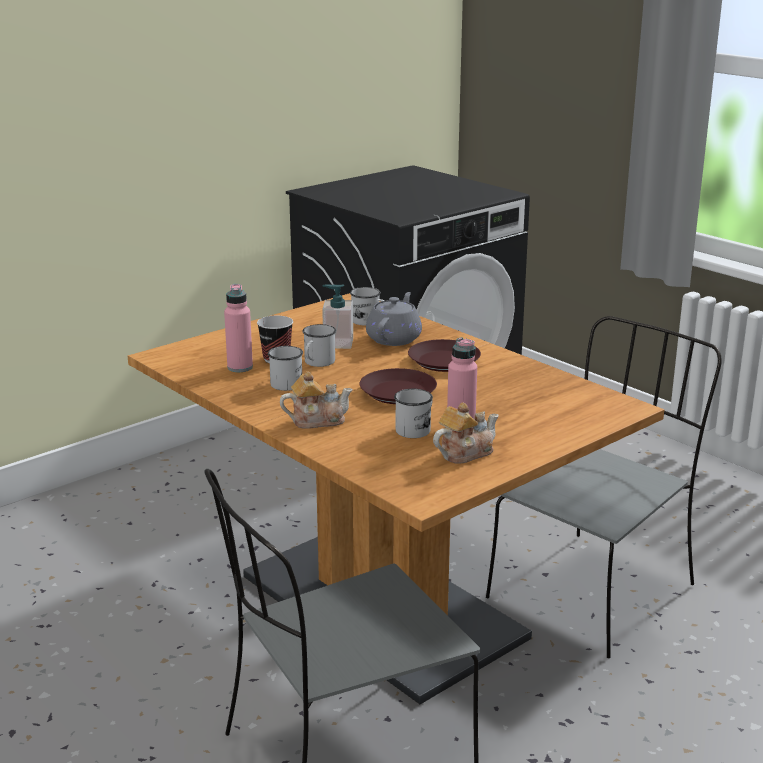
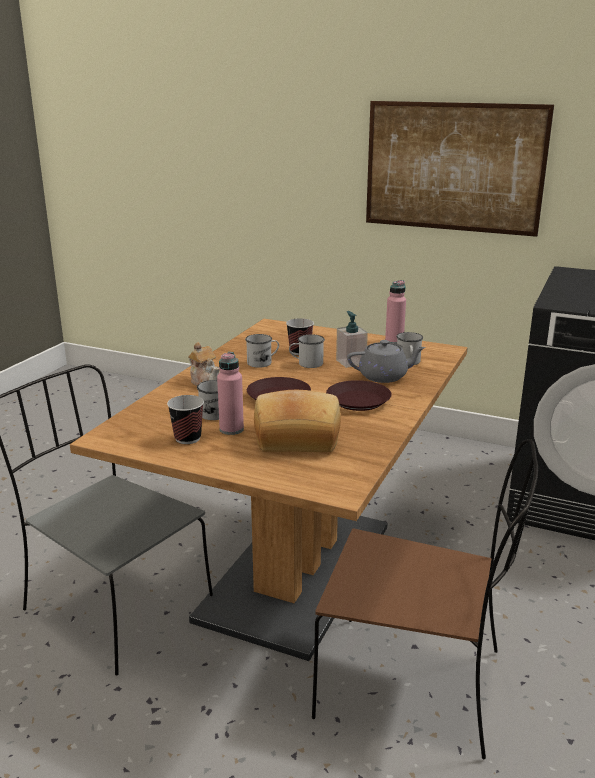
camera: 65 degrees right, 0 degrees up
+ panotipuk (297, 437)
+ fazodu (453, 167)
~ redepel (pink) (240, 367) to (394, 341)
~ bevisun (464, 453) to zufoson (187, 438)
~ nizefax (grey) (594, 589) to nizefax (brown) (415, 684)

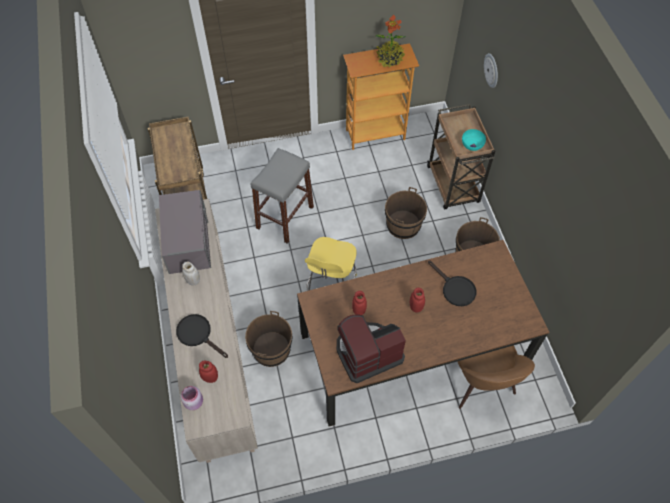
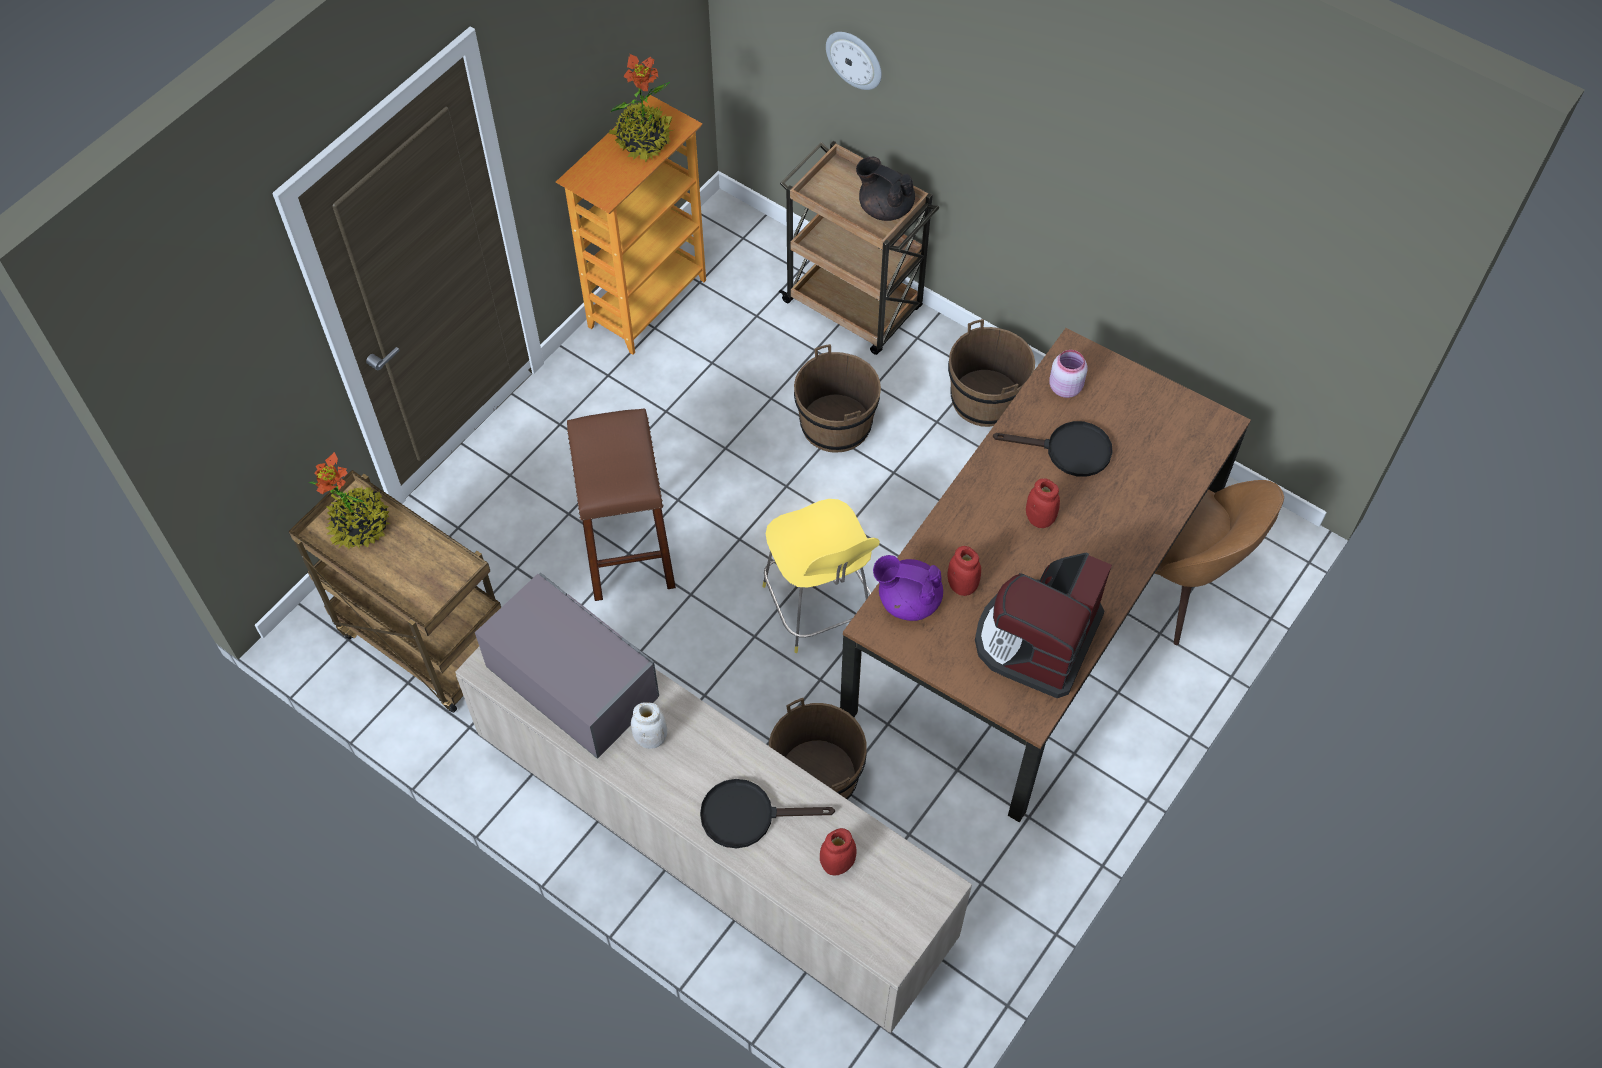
camera: 40 degrees left, 0 degrees up
+ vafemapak (360, 525)
+ bevisun (purple) (908, 600)
~ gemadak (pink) (194, 401) to (1065, 386)
~ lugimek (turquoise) (472, 145) to bevisun (black) (885, 208)
~ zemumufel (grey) (285, 217) to zemumufel (brown) (627, 547)

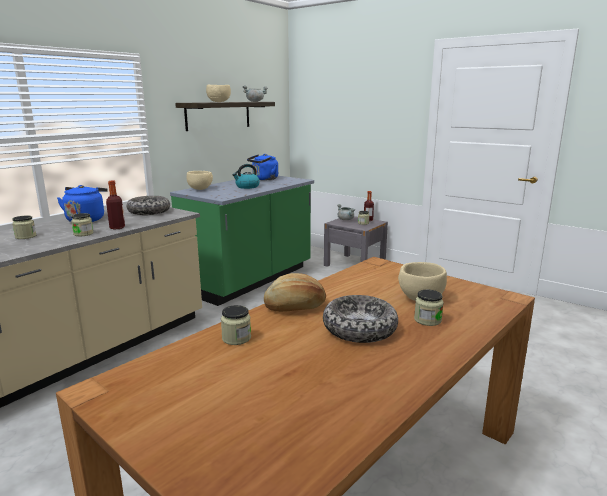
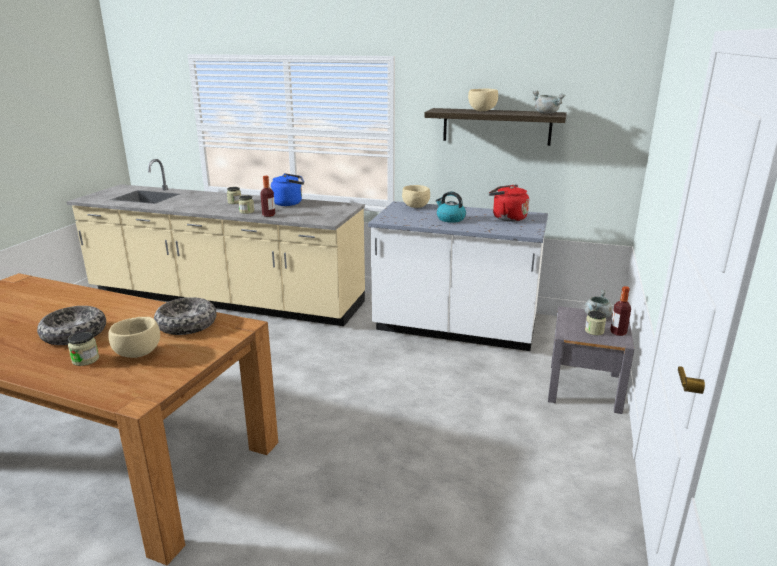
camera: 70 degrees right, 5 degrees up
- gemadak (236, 338)
- panotipuk (295, 307)
~ lugimek (149, 212) to (187, 324)
~ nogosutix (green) (250, 280) to nogosutix (white) (455, 329)
~ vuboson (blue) (264, 179) to vuboson (red) (507, 218)

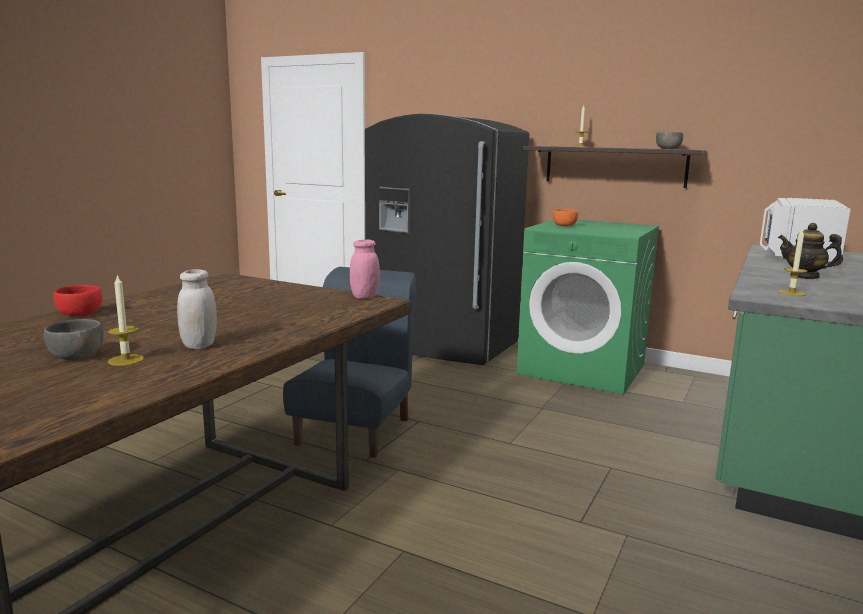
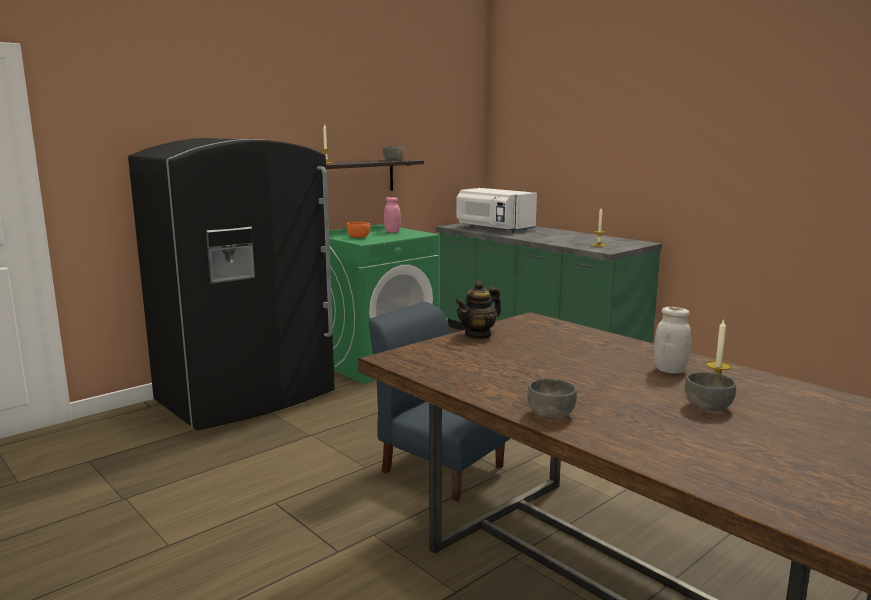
camera: 70 degrees left, 0 degrees up
~ gemadak (pink) (365, 296) to (392, 232)
~ bevisun (804, 276) to (478, 335)
~ lugimek (red) (81, 314) to lugimek (grey) (551, 414)

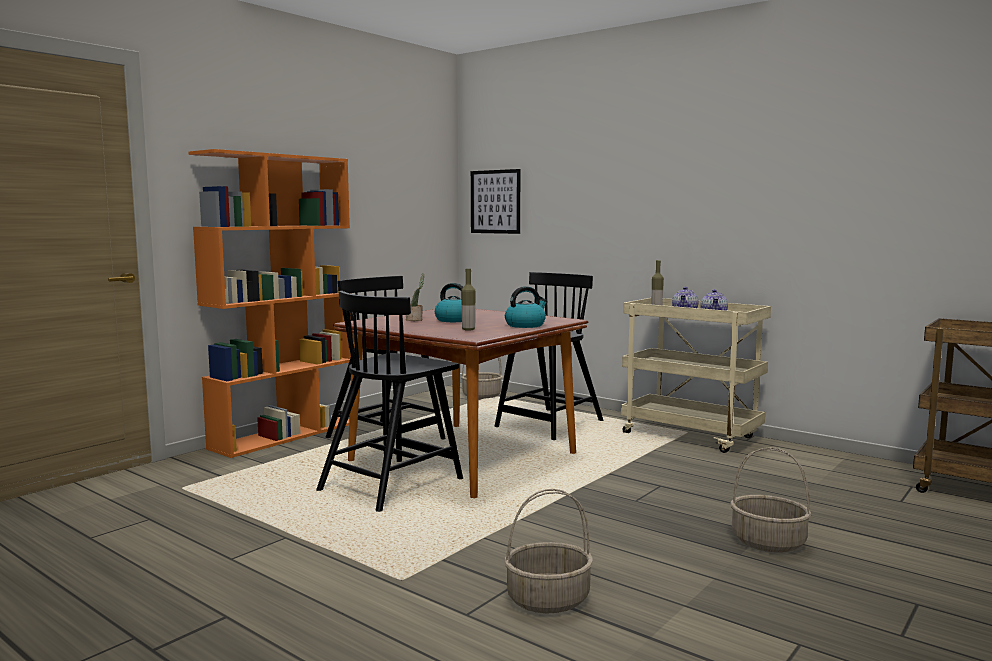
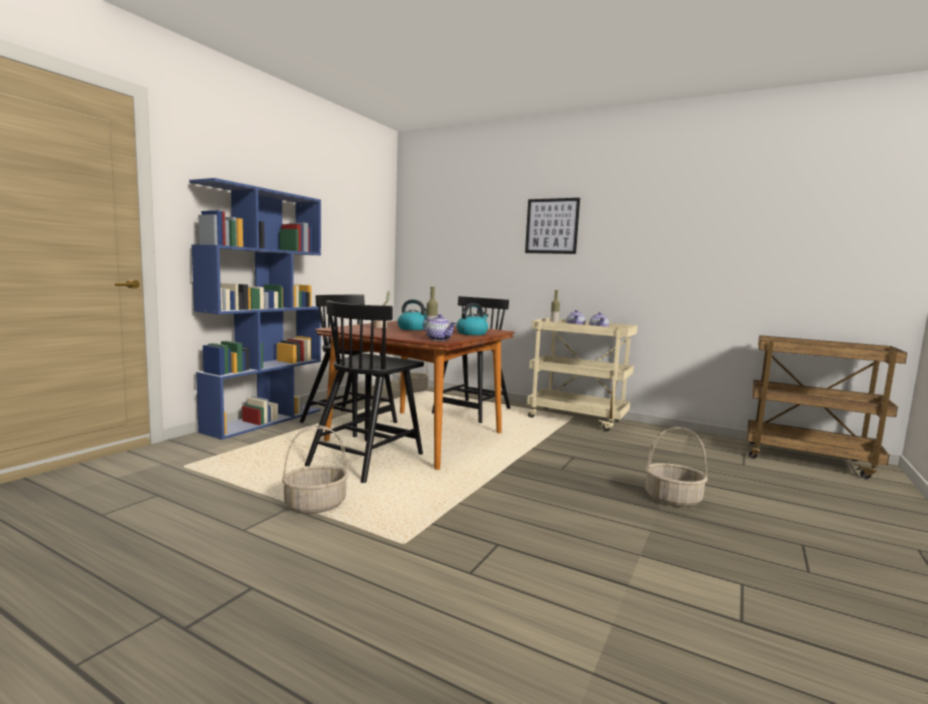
camera: 10 degrees left, 0 degrees up
+ bevisun (439, 339)
~ fazodu (495, 201) to (552, 226)
~ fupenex (548, 599) to (316, 505)
~ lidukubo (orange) (285, 435) to lidukubo (blue) (264, 420)

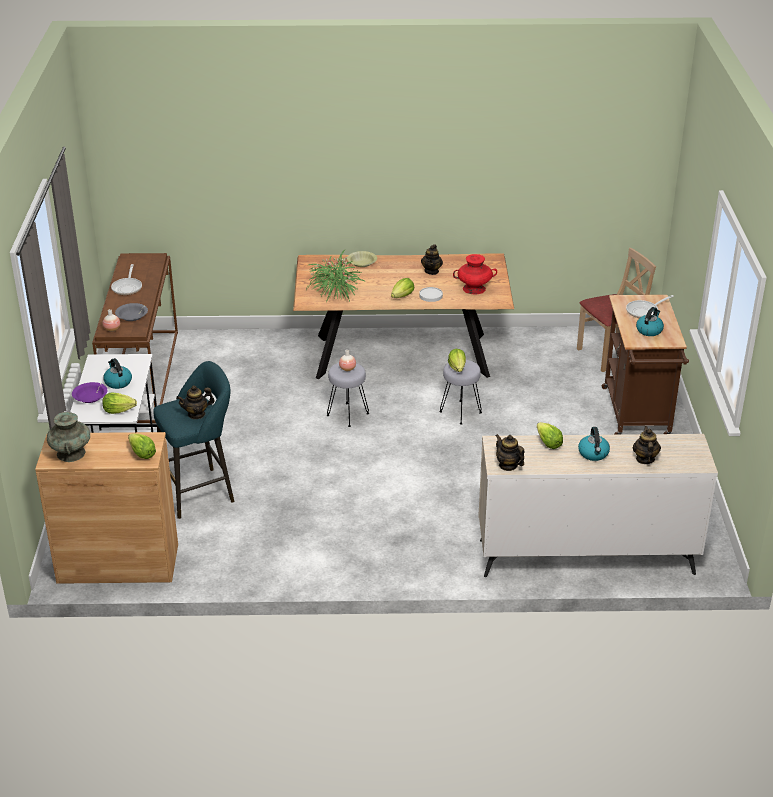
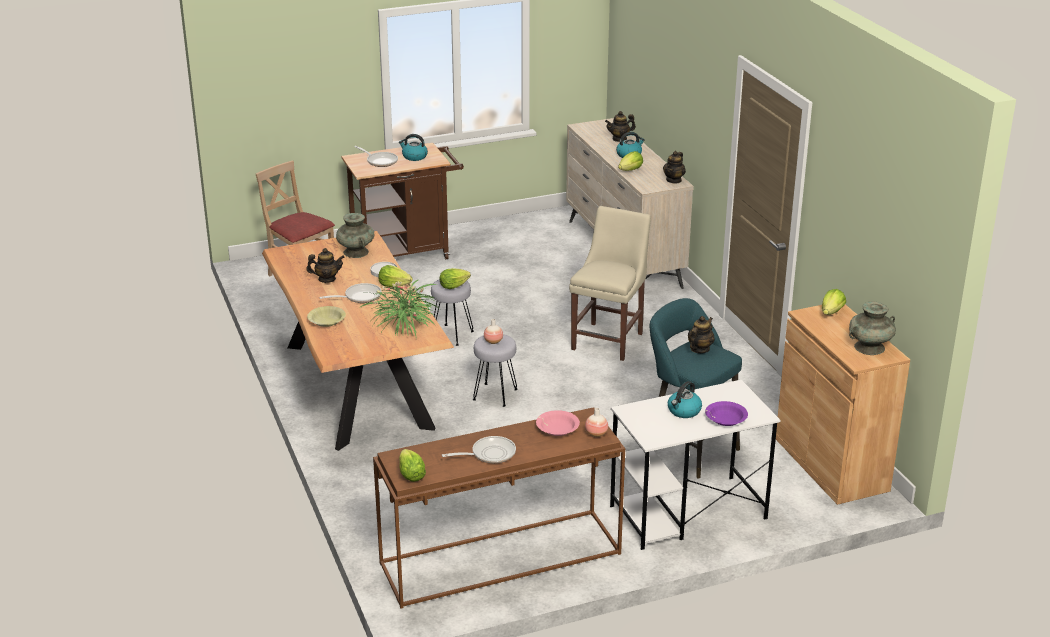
camera: 110 degrees left, 5 degrees down
+ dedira (359, 297)
+ nizefax (beige) (609, 339)
~ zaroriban (118, 410) to (411, 475)
~ lugimek (grey) (132, 316) to lugimek (pink) (557, 429)
~ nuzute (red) (474, 289) to nuzute (turquoise) (356, 252)
~ bevisun (196, 414) = (699, 349) 105 degrees counterclockwise

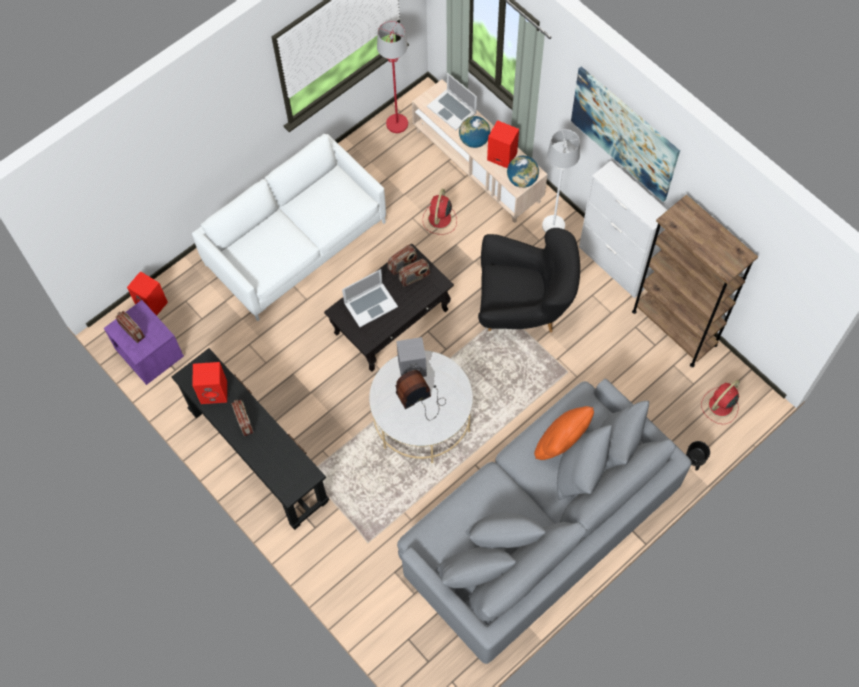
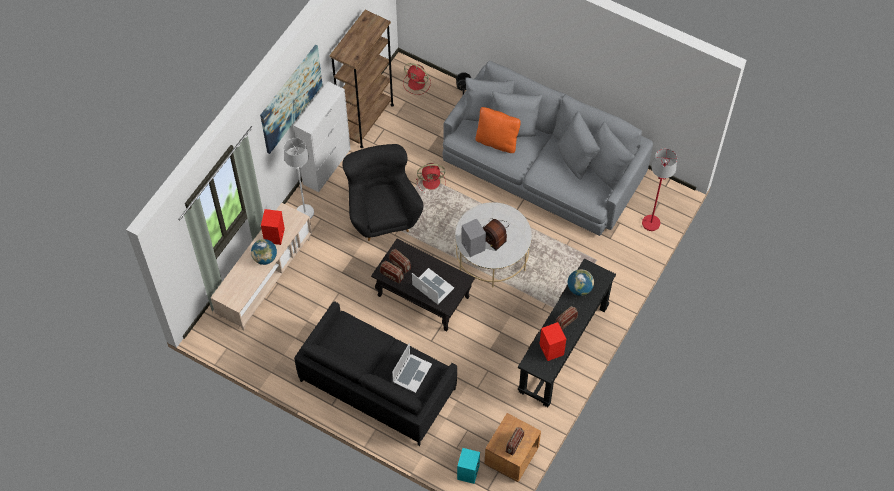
camera: 110 degrees left, 5 degrees down
~ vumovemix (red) (397, 124) to (651, 223)
~ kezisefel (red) (439, 219) to (432, 182)
~ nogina (452, 109) to (412, 373)
~ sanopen (522, 180) to (579, 288)
~ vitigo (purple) (149, 354) to vitigo (brown) (511, 456)
~ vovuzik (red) (153, 304) to vovuzik (turquoise) (467, 471)
~ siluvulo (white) (296, 244) to siluvulo (black) (377, 384)

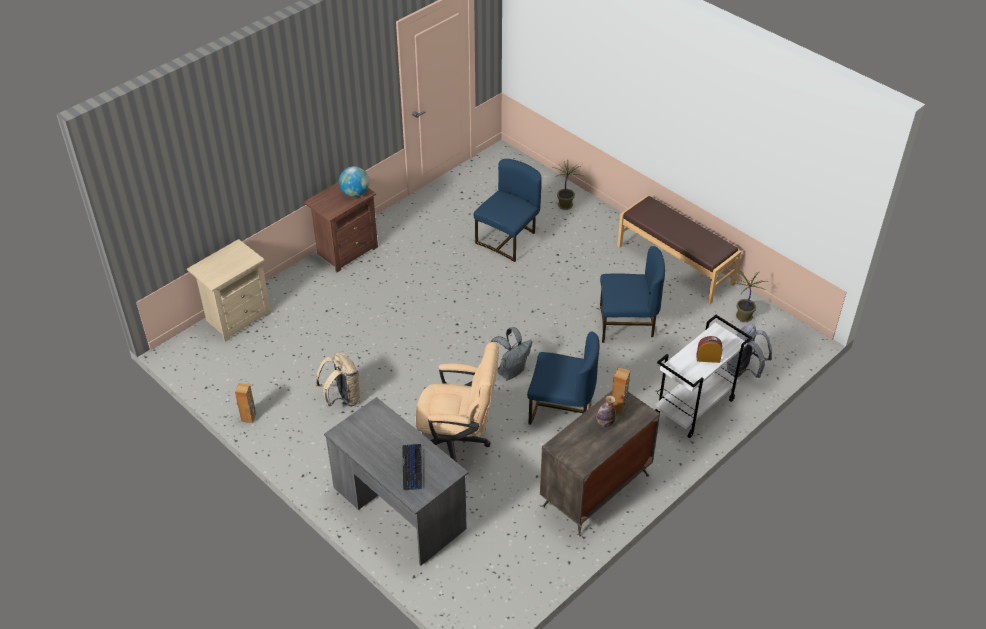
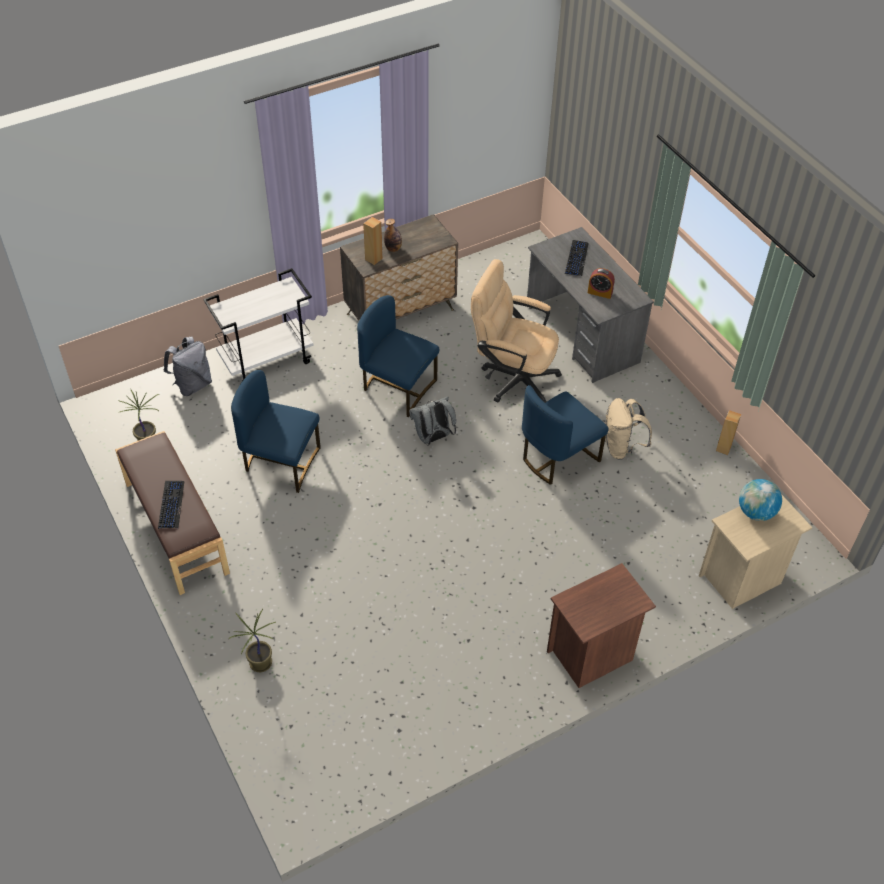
camera: 165 degrees left, 5 degrees up
+ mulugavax (171, 505)
~ sanopen (355, 193) to (756, 512)
~ nizefax (blue) (508, 239) to (558, 457)
~ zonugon (708, 358) to (600, 292)

